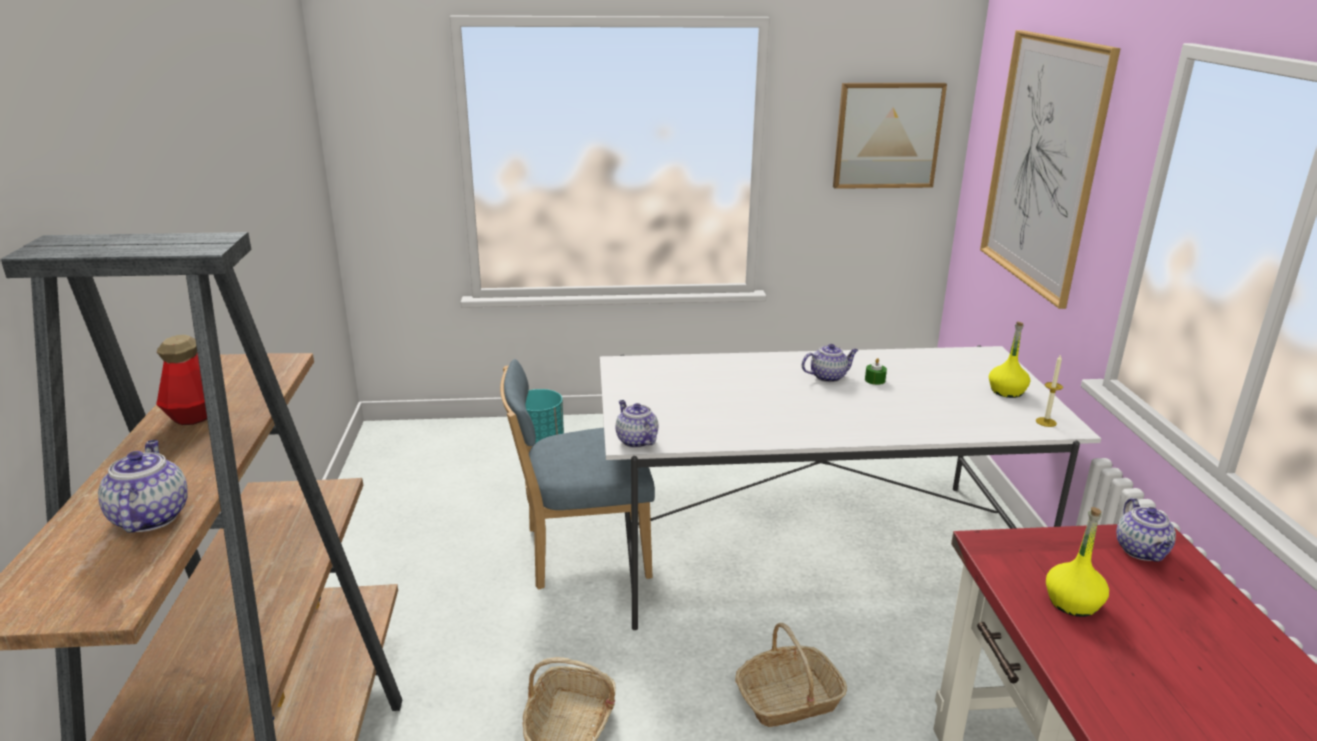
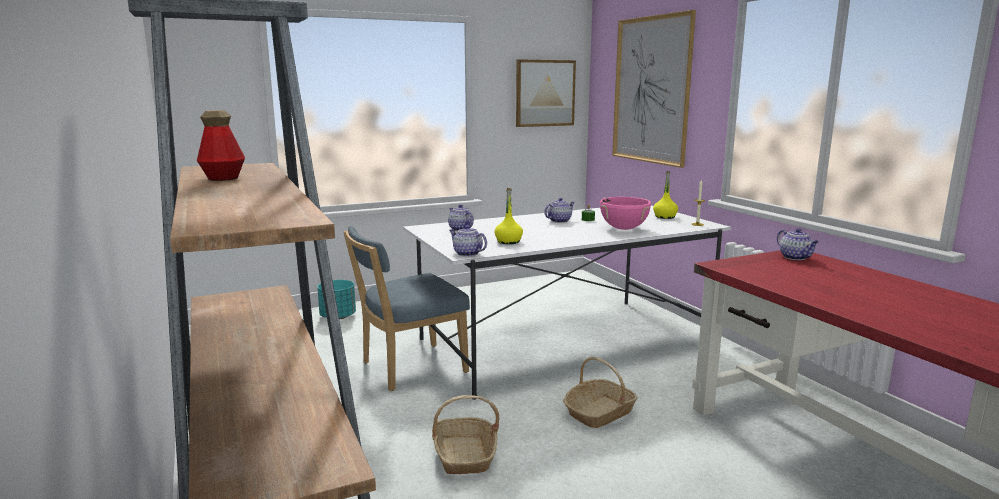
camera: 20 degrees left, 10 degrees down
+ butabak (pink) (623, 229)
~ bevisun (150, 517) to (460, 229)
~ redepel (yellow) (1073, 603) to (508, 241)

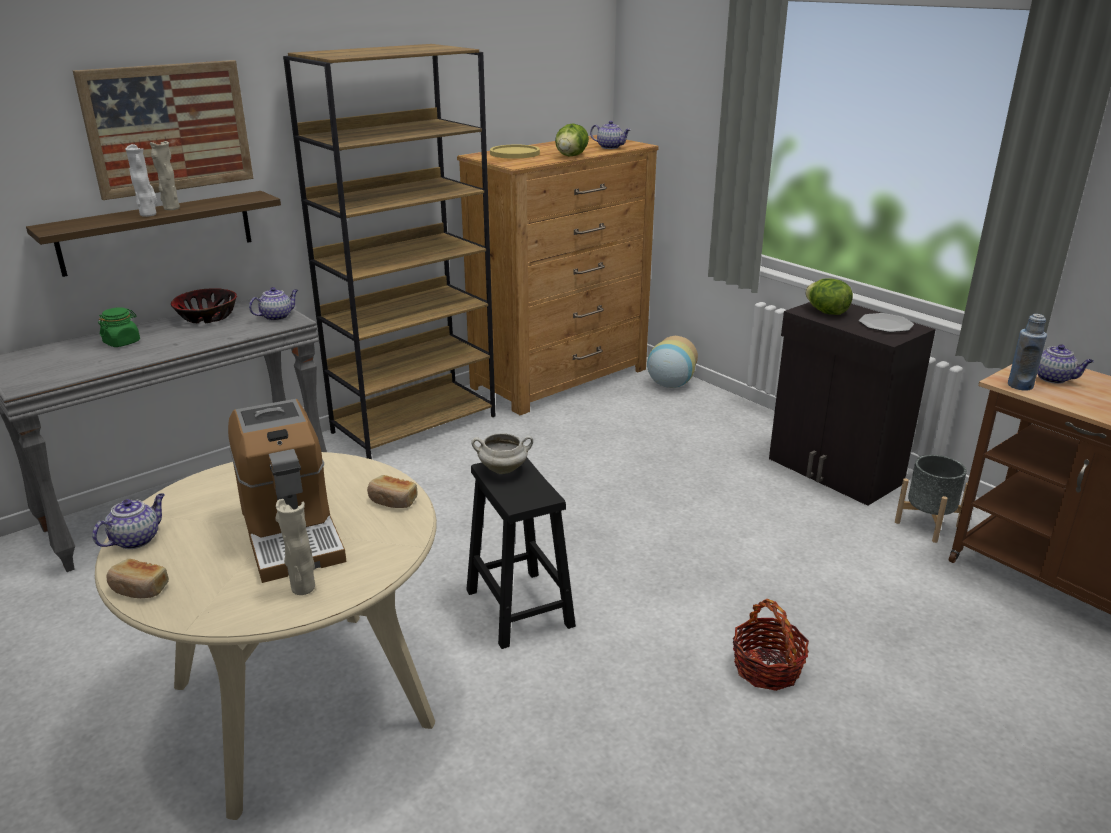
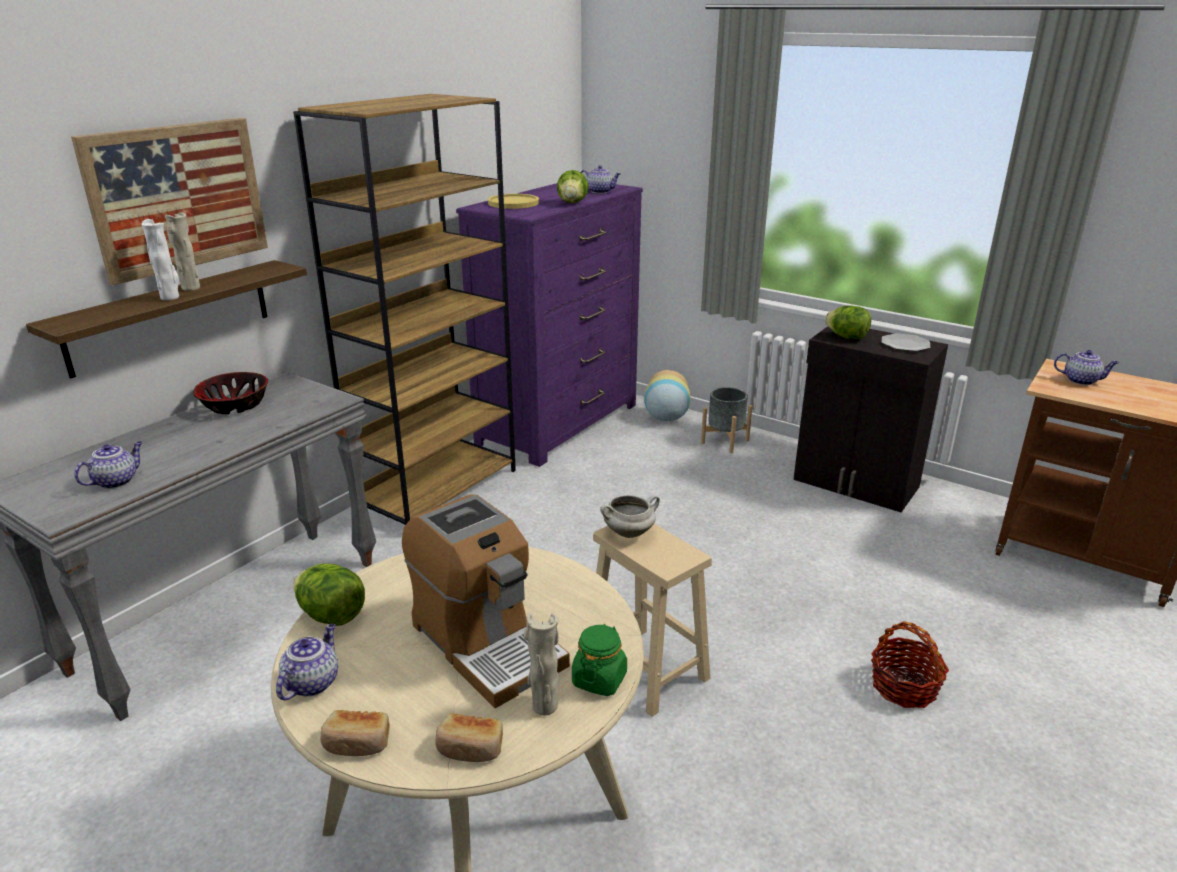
camera: 15 degrees left, 0 degrees up
- redepel (blue) (1020, 385)
+ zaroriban (331, 615)
~ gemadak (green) (122, 342) to (599, 679)
~ bevisun (277, 316) to (116, 481)
~ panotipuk (392, 501) to (470, 749)
~ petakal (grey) (927, 524) to (724, 441)
~ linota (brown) (560, 378) to linota (purple) (559, 423)
~ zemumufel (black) (520, 609) to zemumufel (beige) (648, 670)

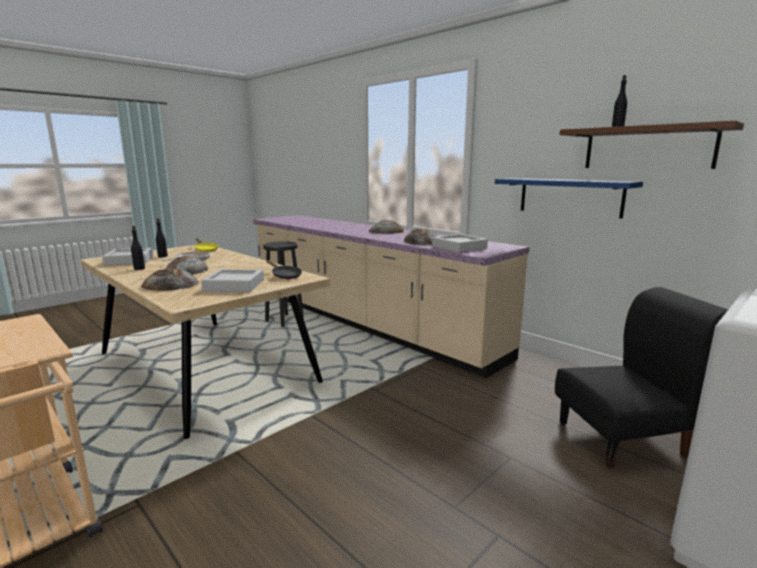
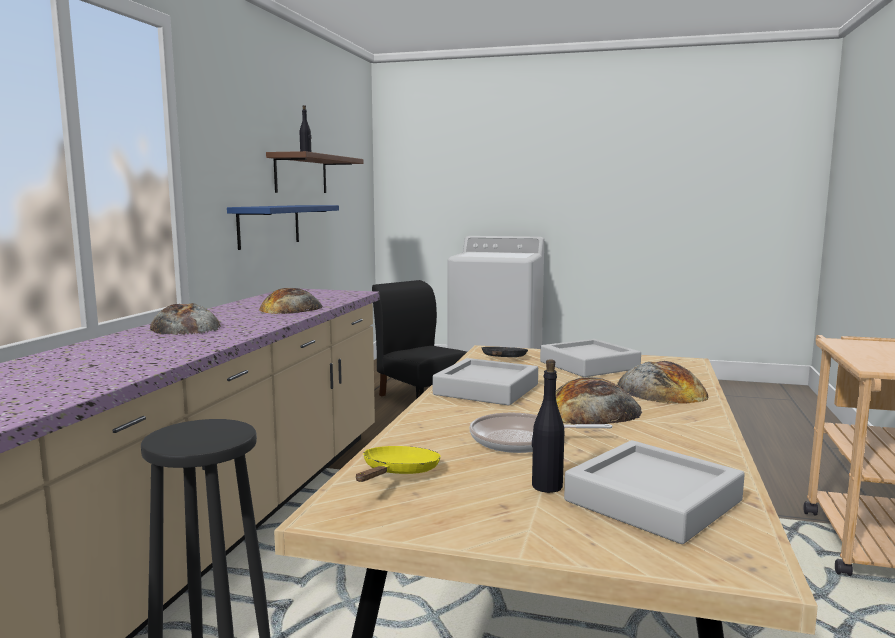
camera: 120 degrees left, 5 degrees down
- redepel (black) (139, 269)
~ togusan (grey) (459, 247) to (486, 390)

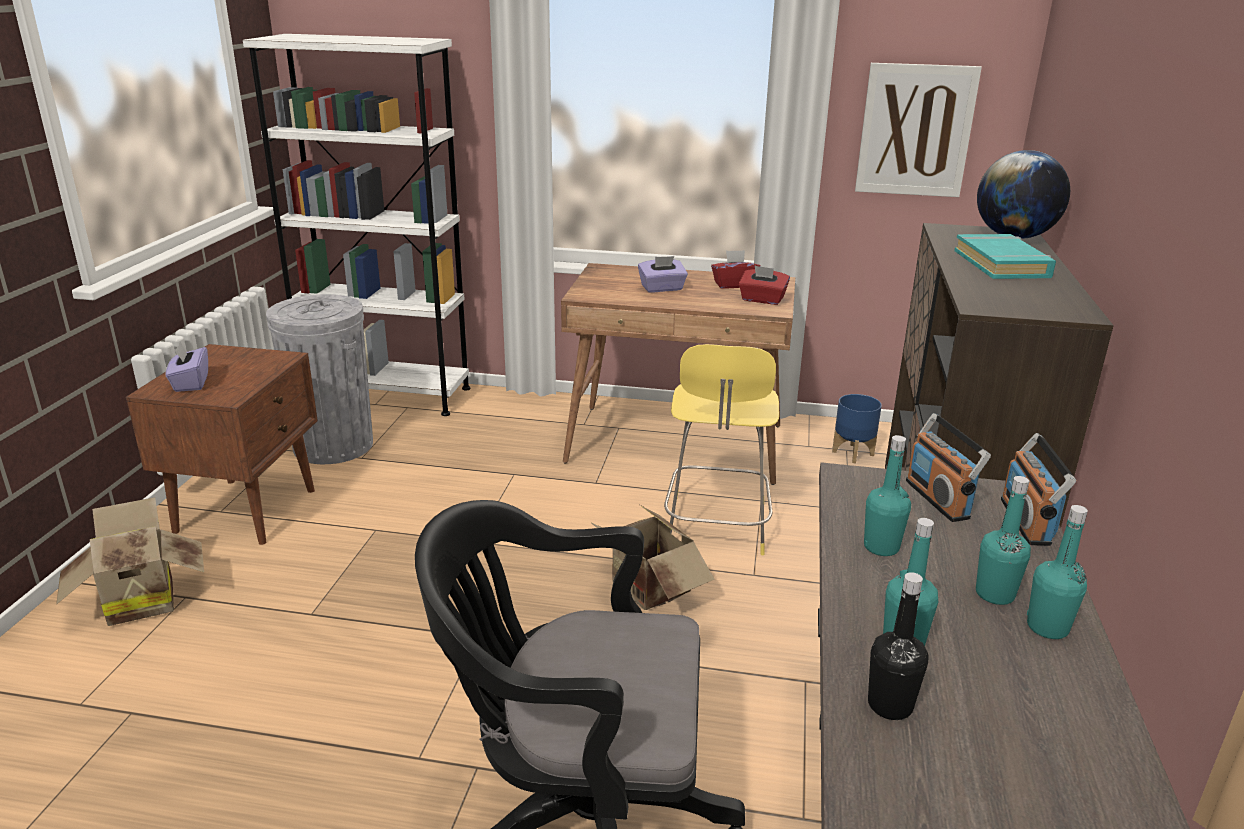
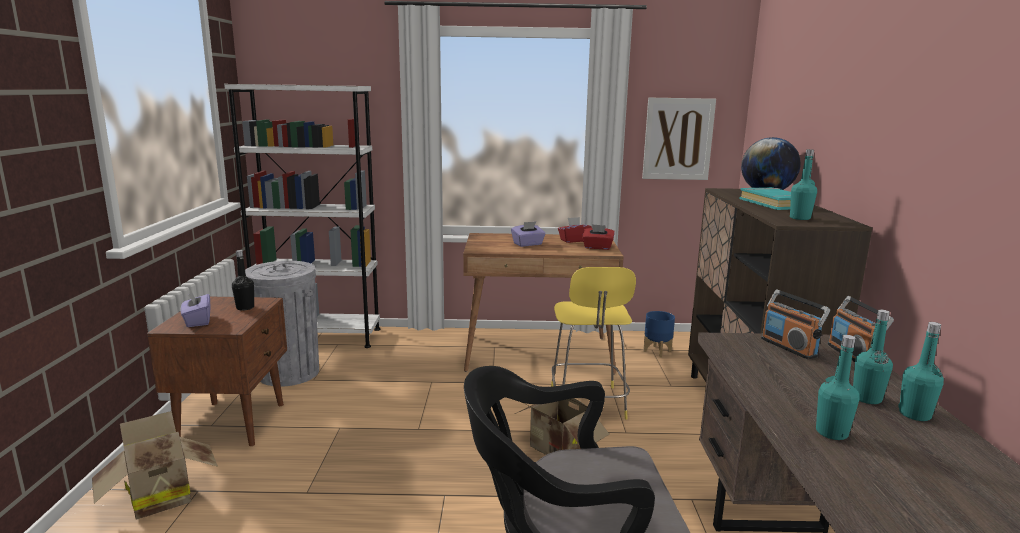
camera: 10 degrees left, 10 degrees down
~ redepel (turquoise) (881, 547) to (800, 218)
~ redepel (black) (890, 705) to (245, 308)

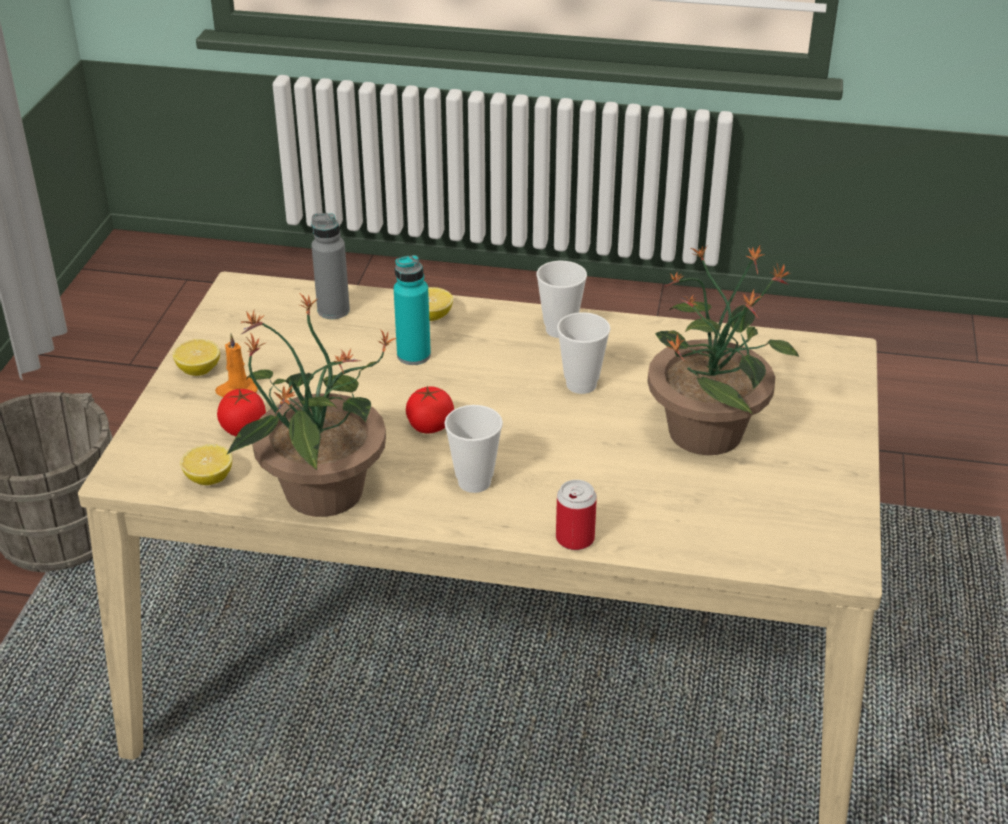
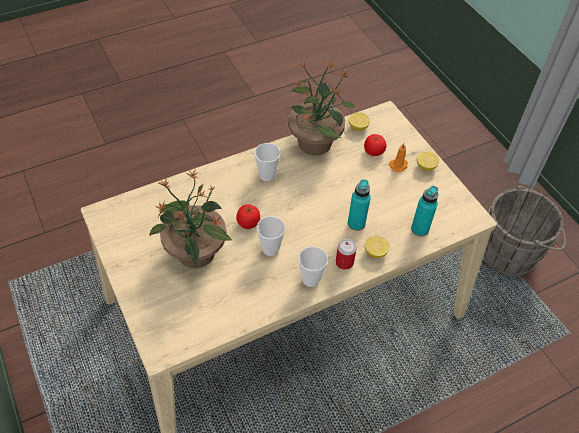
camera: 140 degrees right, 15 degrees up
~ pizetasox (430, 426) to (248, 222)
~ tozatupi (575, 538) to (344, 262)
~ redepel (grey) (333, 310) to redepel (turquoise) (419, 229)

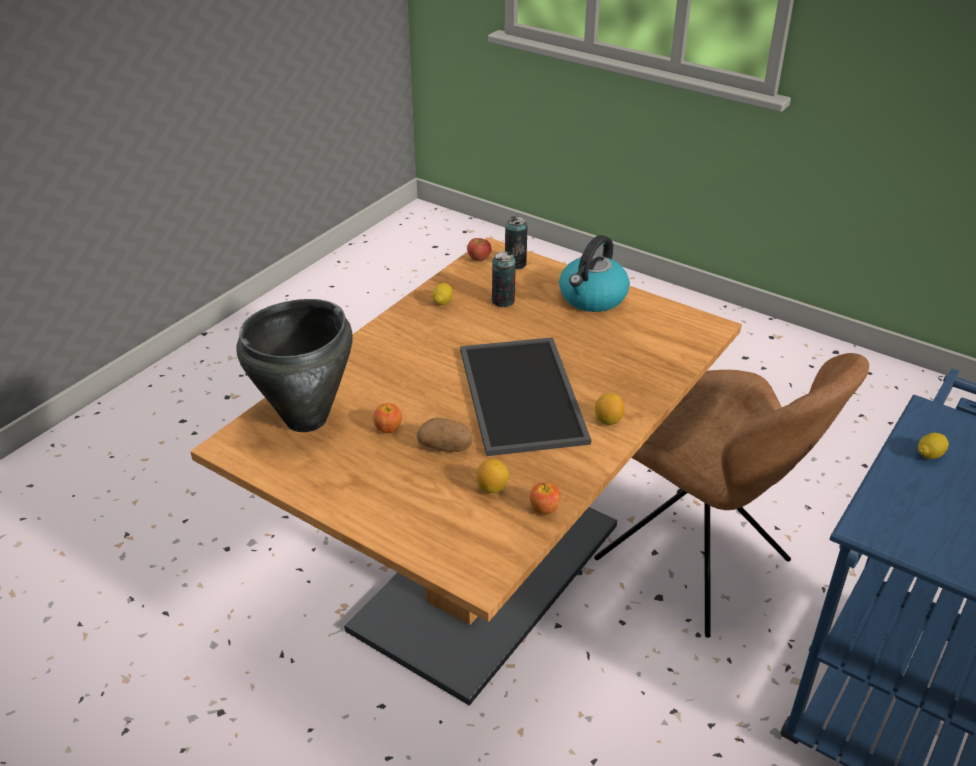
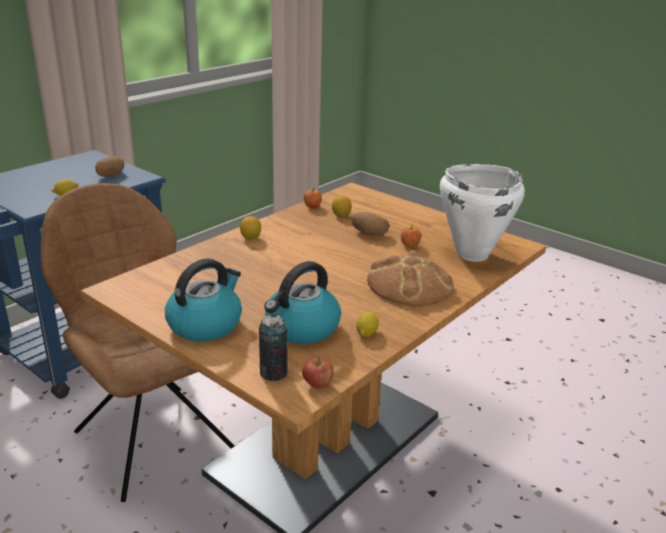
camera: 175 degrees left, 10 degrees down
- togusan (525, 396)
+ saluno (110, 175)
+ panotipuk (410, 285)
~ tozatupi (503, 301) to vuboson (302, 328)
~ butabak (black) (307, 419) to butabak (white) (471, 254)

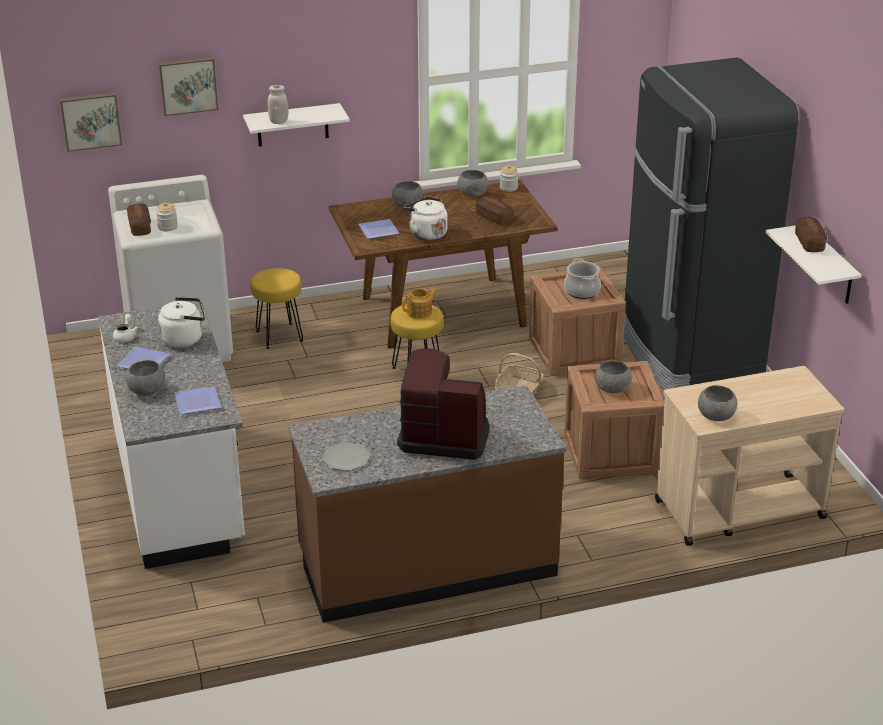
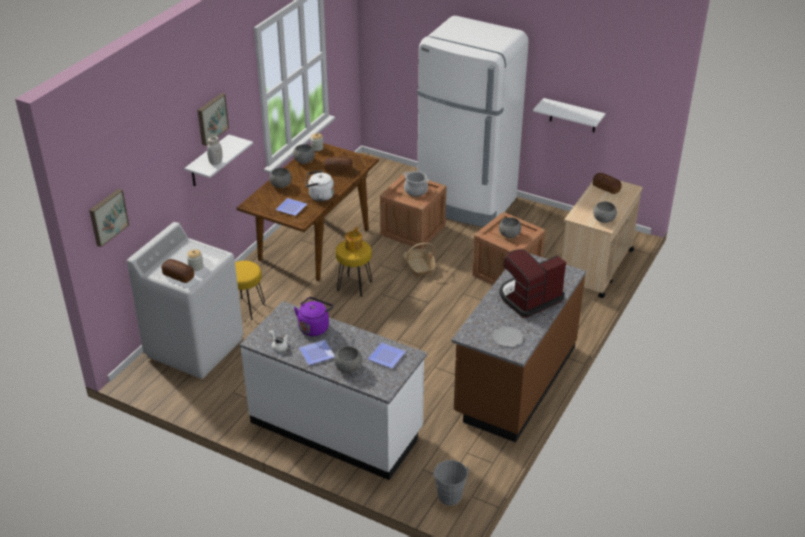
camera: 45 degrees left, 5 degrees up
+ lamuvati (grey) (450, 498)
~ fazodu (188, 85) to (211, 118)
~ panotipuk (809, 242) to (606, 188)
~ vuboson (white) (184, 339) to vuboson (purple) (314, 327)
~ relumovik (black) (689, 356) to relumovik (white) (466, 203)

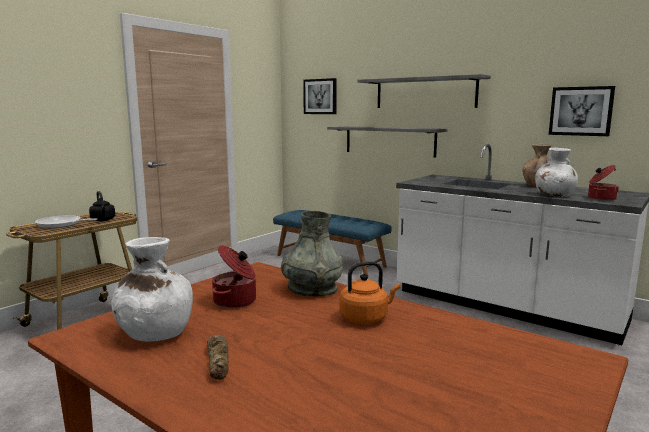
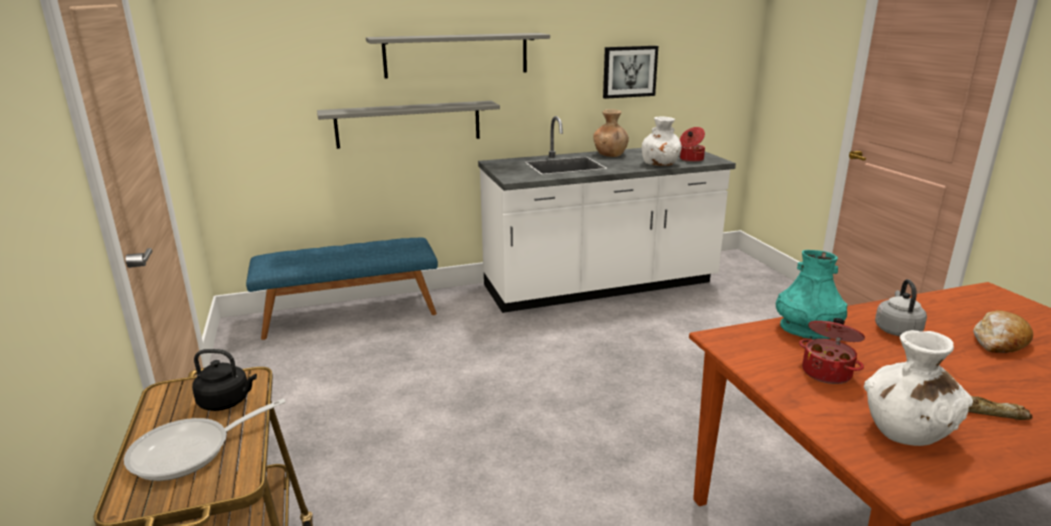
camera: 55 degrees left, 10 degrees up
- fazodu (320, 96)
+ panotipuk (999, 341)
~ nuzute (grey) (312, 289) to nuzute (turquoise) (807, 330)
~ vuboson (orange) (366, 318) to vuboson (grey) (896, 329)

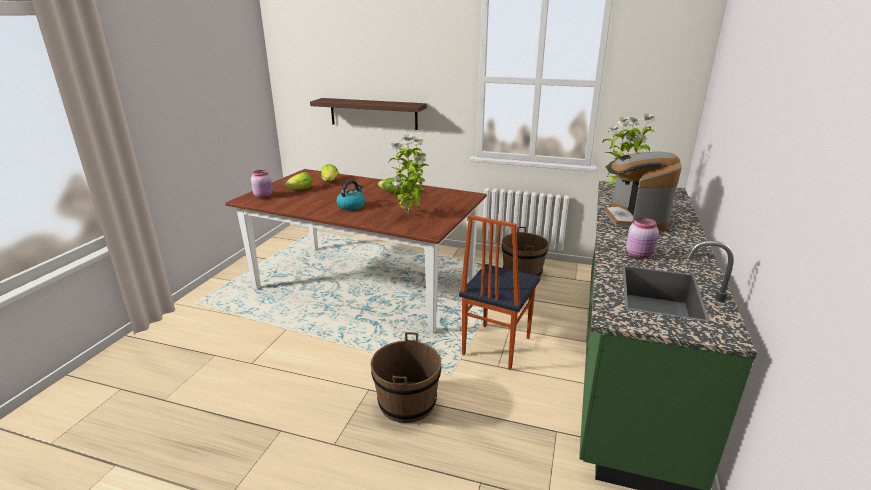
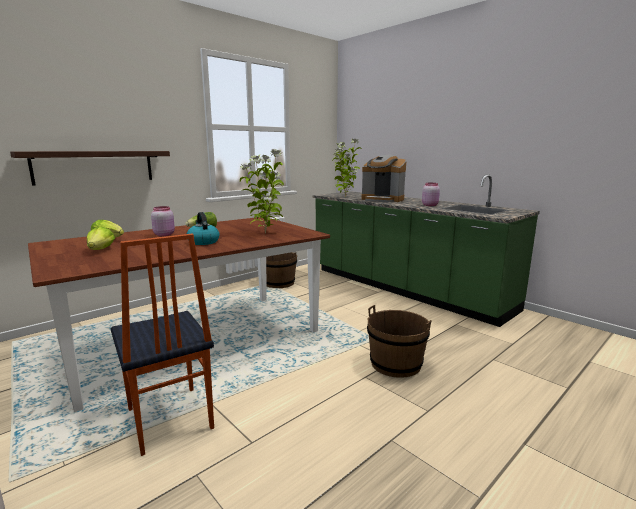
camera: 60 degrees left, 10 degrees down
~ gemadak (pink) (264, 196) to (164, 234)
~ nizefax (495, 346) to (168, 420)

